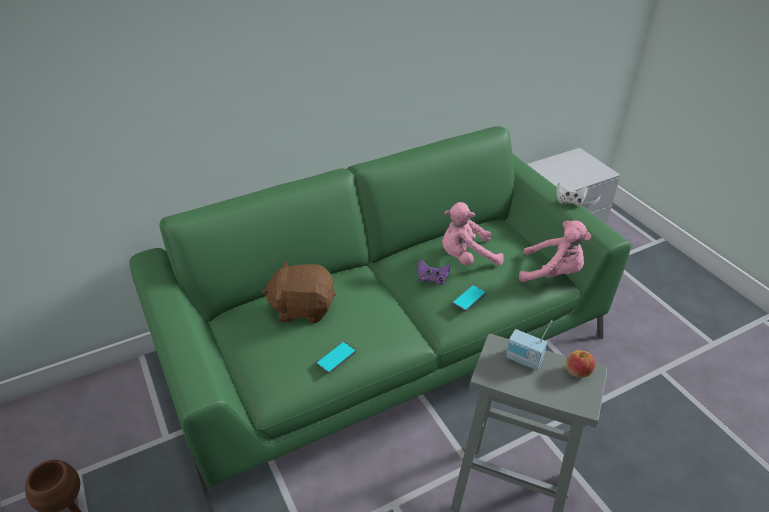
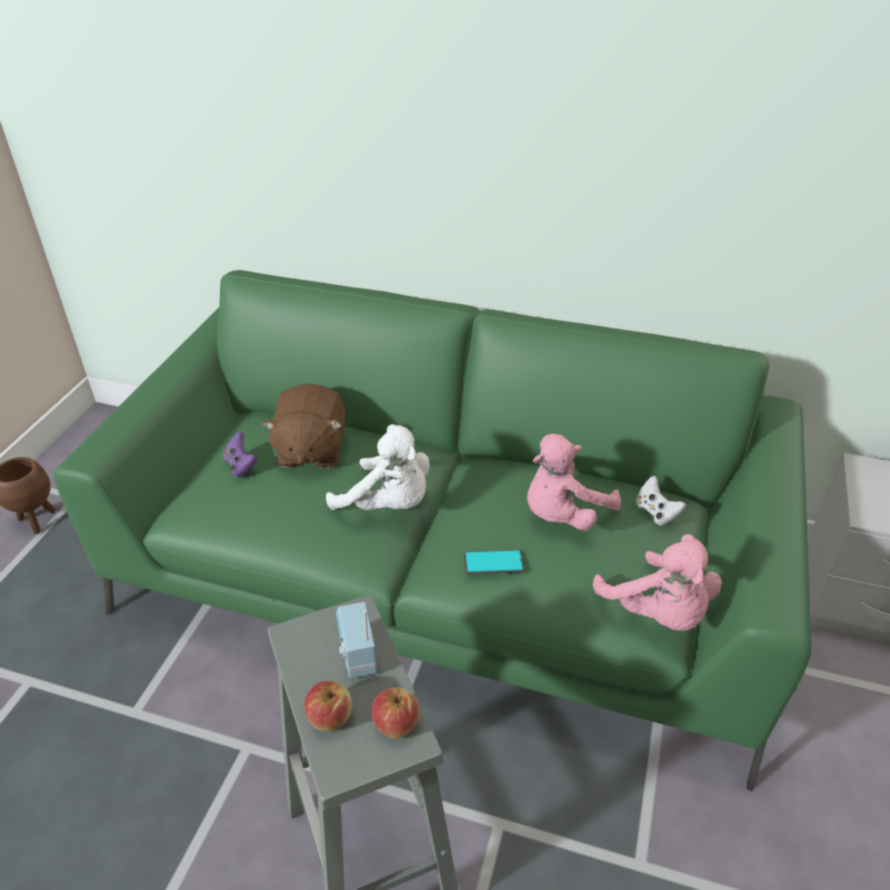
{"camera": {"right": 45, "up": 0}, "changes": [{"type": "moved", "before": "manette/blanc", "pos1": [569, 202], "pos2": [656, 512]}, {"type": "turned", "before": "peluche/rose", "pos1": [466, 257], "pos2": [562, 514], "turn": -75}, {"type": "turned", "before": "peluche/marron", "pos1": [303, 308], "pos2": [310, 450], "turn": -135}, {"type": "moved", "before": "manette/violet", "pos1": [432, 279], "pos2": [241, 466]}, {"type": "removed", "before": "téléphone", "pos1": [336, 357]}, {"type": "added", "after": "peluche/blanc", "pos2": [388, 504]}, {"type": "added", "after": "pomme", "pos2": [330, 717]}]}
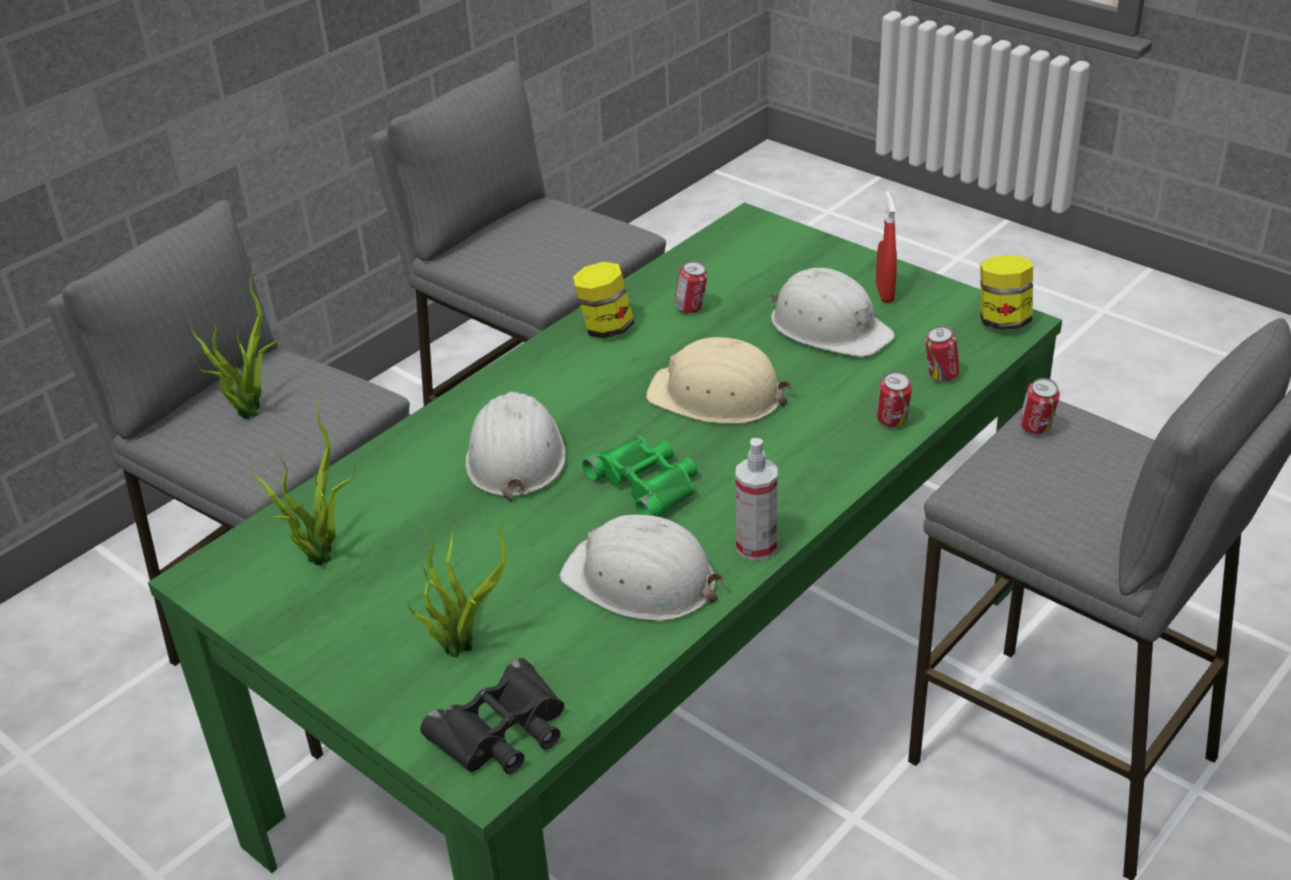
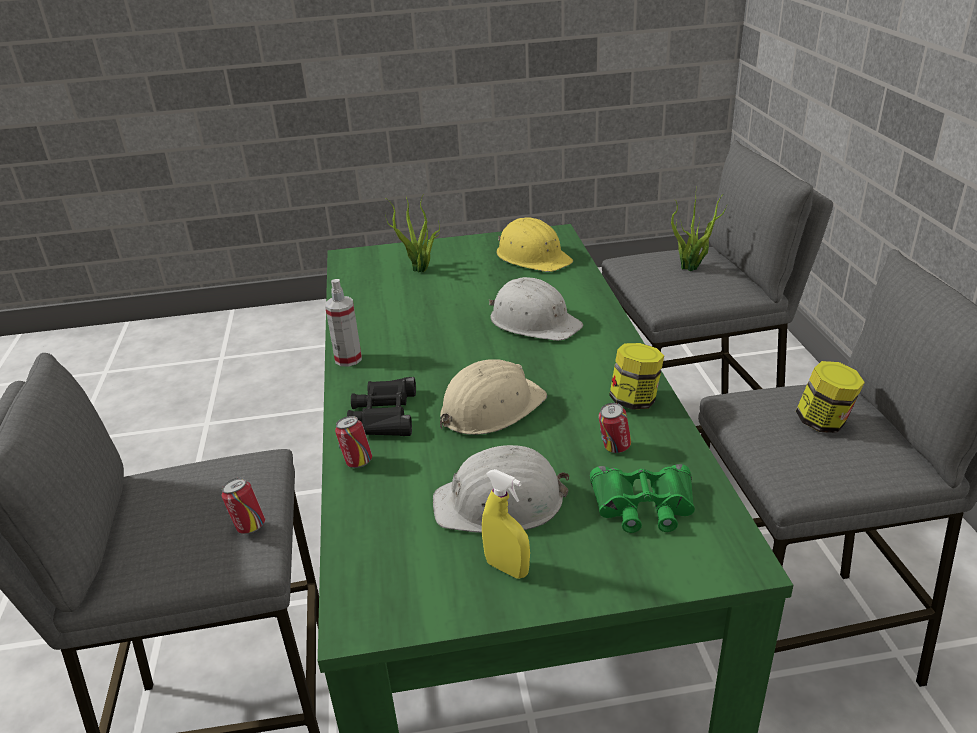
{"camera": {"right": 130, "up": -5}, "changes": [{"type": "recoloured", "before": "vaporisateur/rouge", "after": "vaporisateur/jaune", "pos1": [884, 293], "pos2": [507, 568]}, {"type": "moved", "before": "bocal", "pos1": [1003, 321], "pos2": [823, 422]}, {"type": "removed", "before": "boîte métallique", "pos1": [940, 377]}, {"type": "replaced", "before": "plante en pot", "after": "casque de chantier/jaune", "pos1": [318, 553], "pos2": [533, 257]}, {"type": "moved", "before": "jumelles/vert", "pos1": [647, 484], "pos2": [643, 505]}, {"type": "removed", "before": "casque de chantier/blanc", "pos1": [641, 581]}, {"type": "moved", "before": "jumelles/noir", "pos1": [503, 731], "pos2": [384, 415]}]}
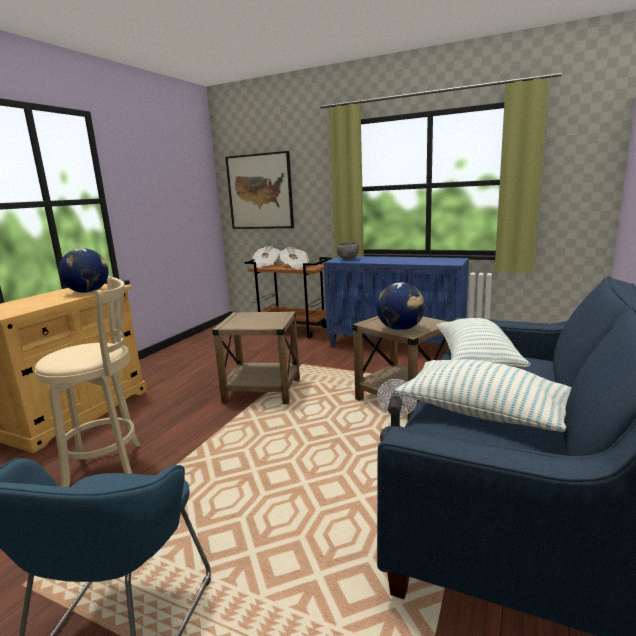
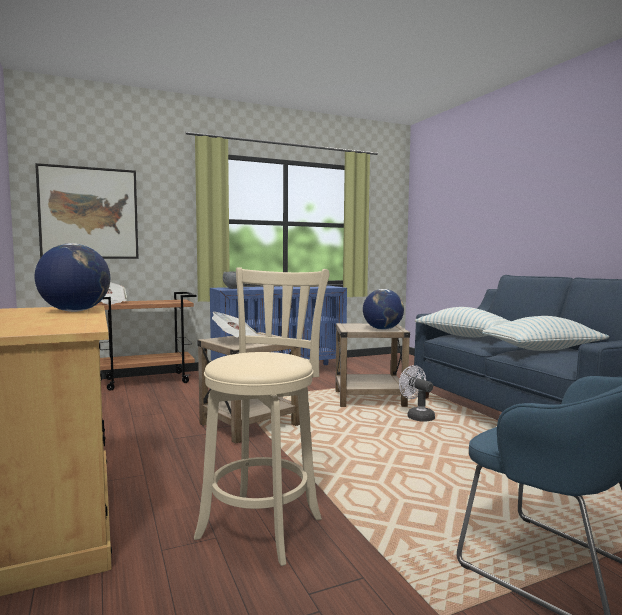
{"camera": {"right": -50, "up": -10}, "changes": [{"type": "moved", "before": "journal", "pos1": [295, 266], "pos2": [237, 341]}]}
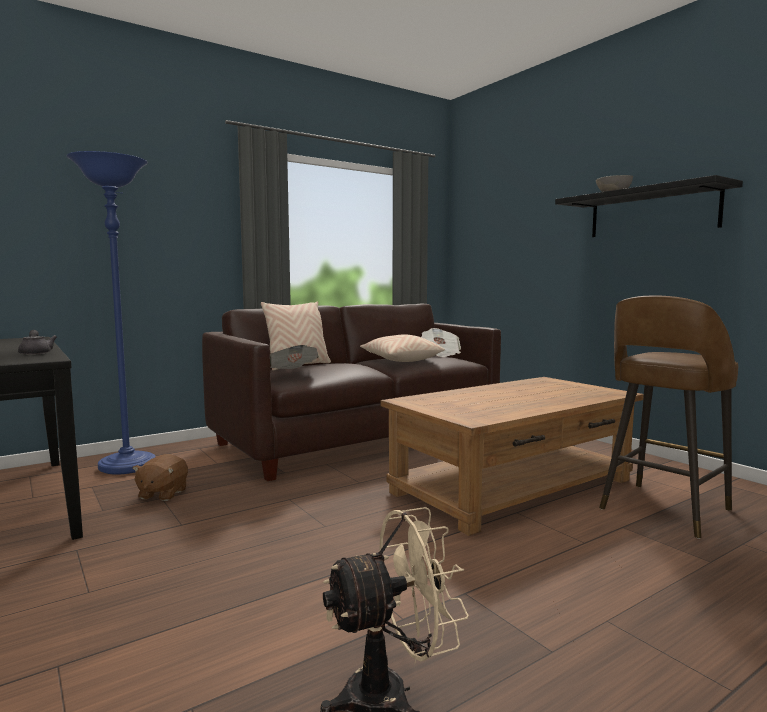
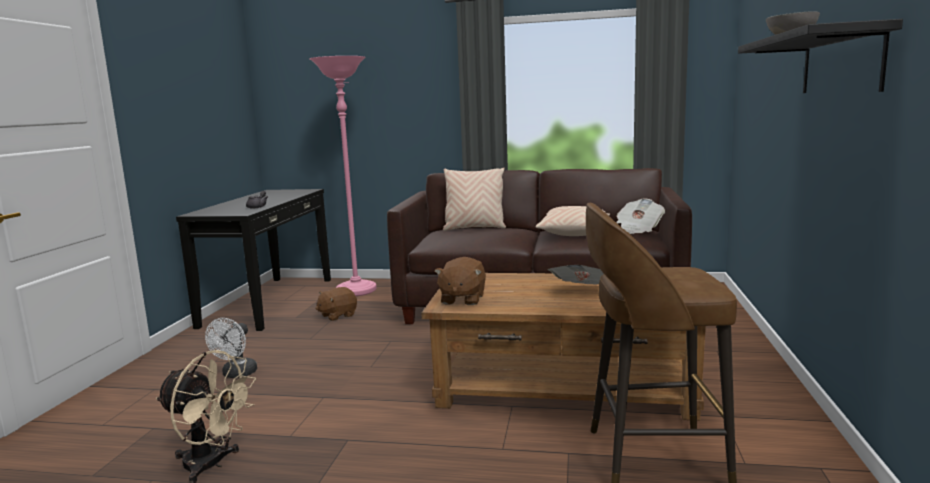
{"camera": {"right": 45, "up": 5}, "changes": [{"type": "recoloured", "before": "lampadaire/bleu", "after": "lampadaire/rose", "pos1": [127, 466], "pos2": [356, 291]}, {"type": "moved", "before": "journal", "pos1": [293, 372], "pos2": [581, 292]}, {"type": "added", "after": "peluche/marron", "pos2": [462, 299]}, {"type": "added", "after": "ventilateur/blanc", "pos2": [236, 374]}]}
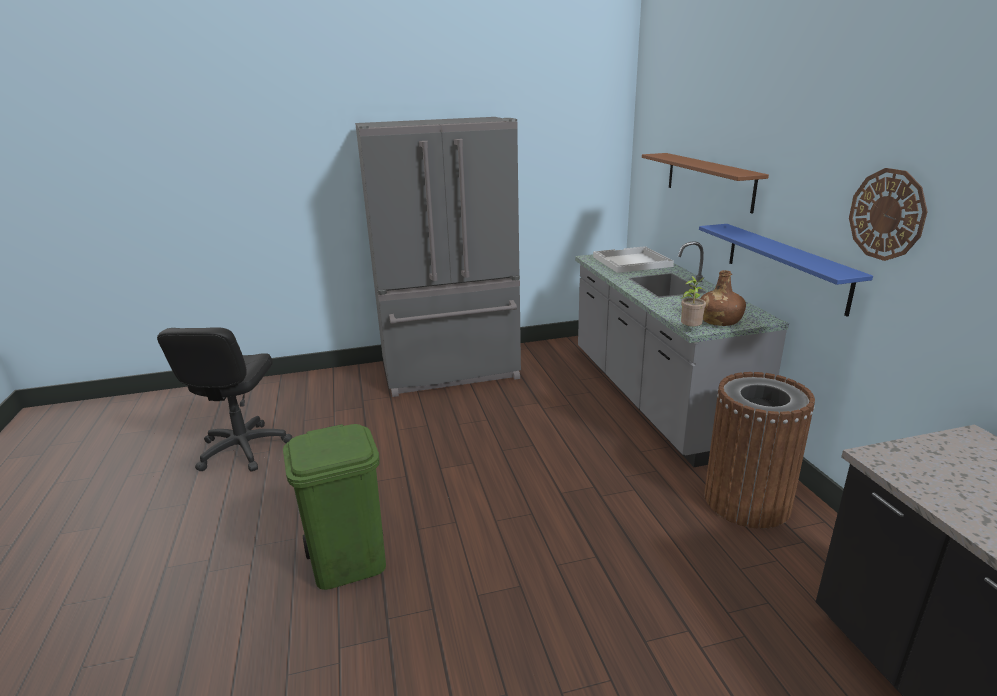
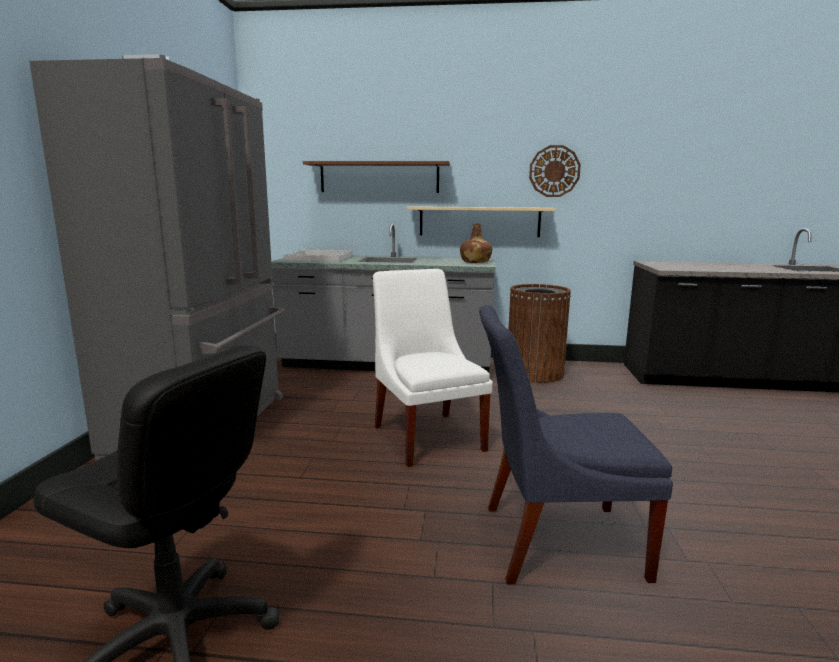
{"camera": {"right": -70, "up": -10}, "changes": [{"type": "recoloured", "before": "étagère/bleu", "after": "étagère/beige", "pos1": [785, 266], "pos2": [479, 221]}, {"type": "removed", "before": "plante en pot", "pos1": [690, 330]}, {"type": "replaced", "before": "poubelle/vert", "after": "chaise/bleu", "pos1": [349, 562], "pos2": [553, 540]}, {"type": "added", "after": "chaise/blanc", "pos2": [427, 435]}]}
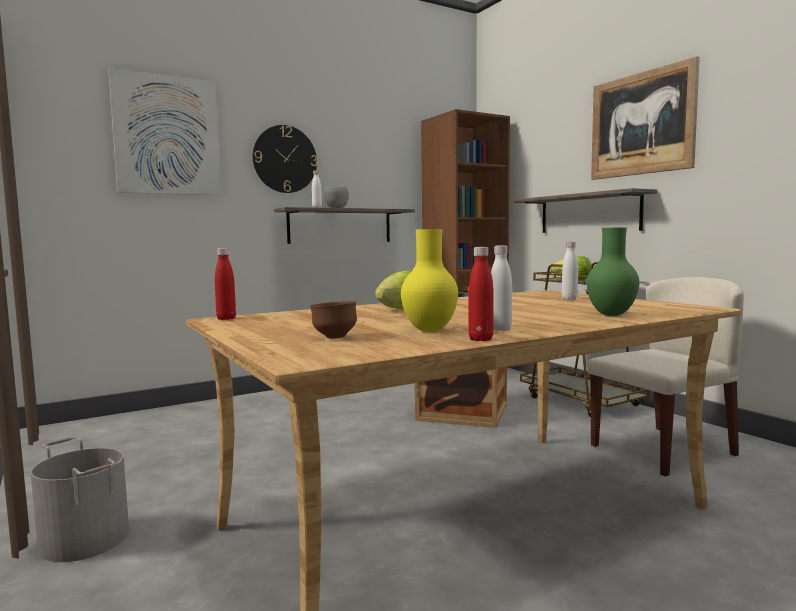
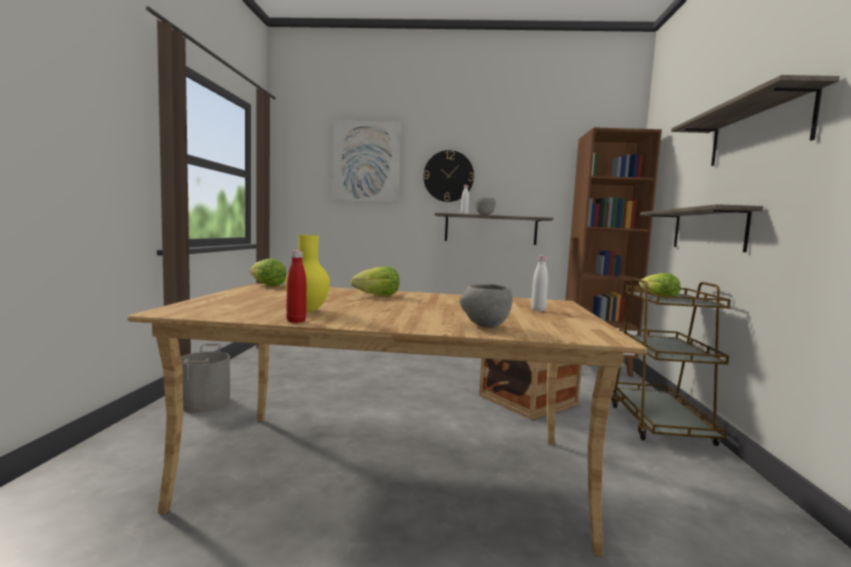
{"camera": {"right": 35, "up": 0}, "changes": [{"type": "replaced", "before": "tableau", "after": "étagère", "pos1": [641, 124], "pos2": [758, 131]}, {"type": "replaced", "before": "vase/vert", "after": "bol/gris", "pos1": [612, 315], "pos2": [484, 326]}, {"type": "removed", "before": "bouteille/blanc", "pos1": [500, 329]}, {"type": "replaced", "before": "bouteille/rouge", "after": "laitue", "pos1": [226, 318], "pos2": [267, 285]}, {"type": "removed", "before": "chaise/beige", "pos1": [662, 449]}, {"type": "removed", "before": "bol/marron", "pos1": [334, 337]}]}
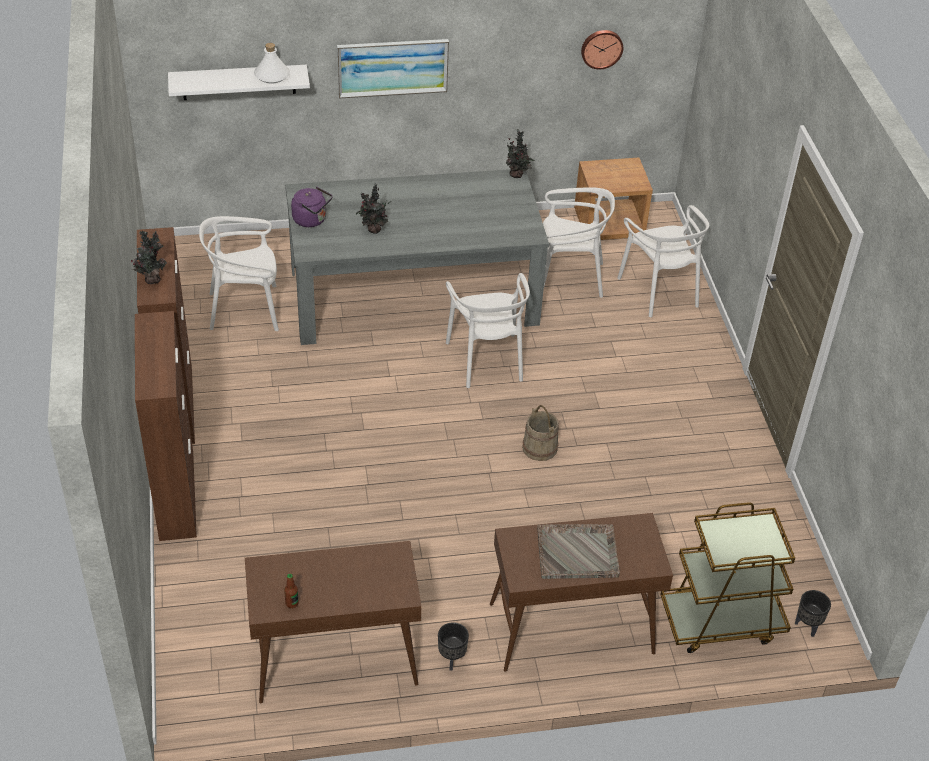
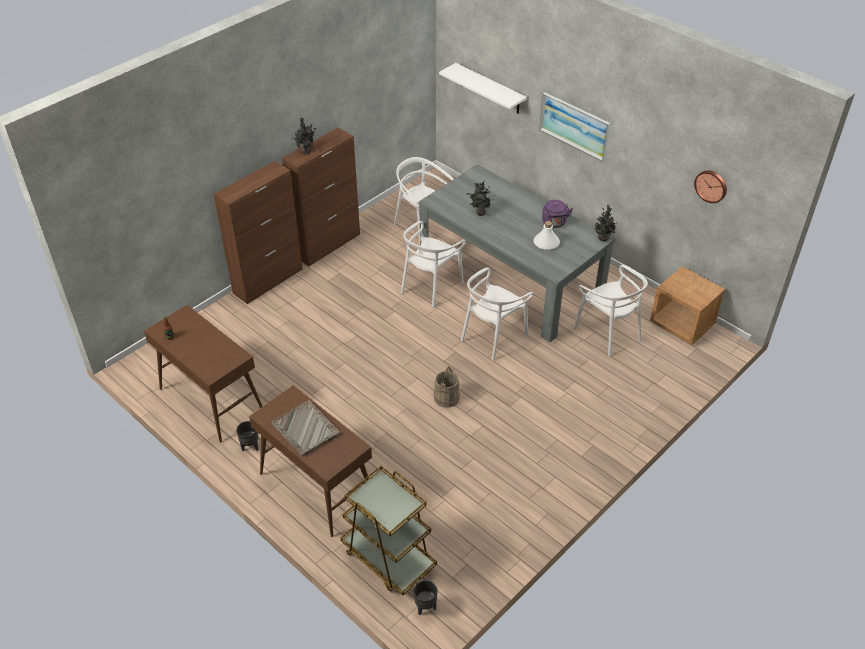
{"camera": {"right": 55, "up": 0}, "changes": [{"type": "moved", "before": "bouteille/blanc", "pos1": [272, 75], "pos2": [546, 243]}, {"type": "moved", "before": "bouilloire/violet", "pos1": [312, 220], "pos2": [554, 223]}, {"type": "moved", "before": "chaise/blanc", "pos1": [659, 291], "pos2": [431, 286]}]}
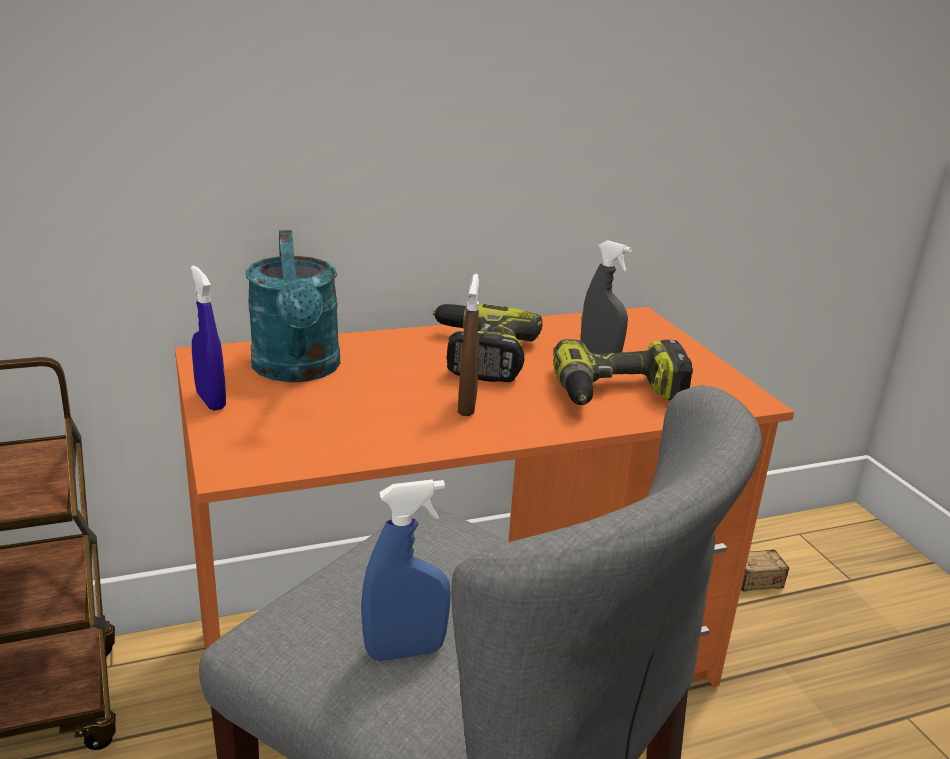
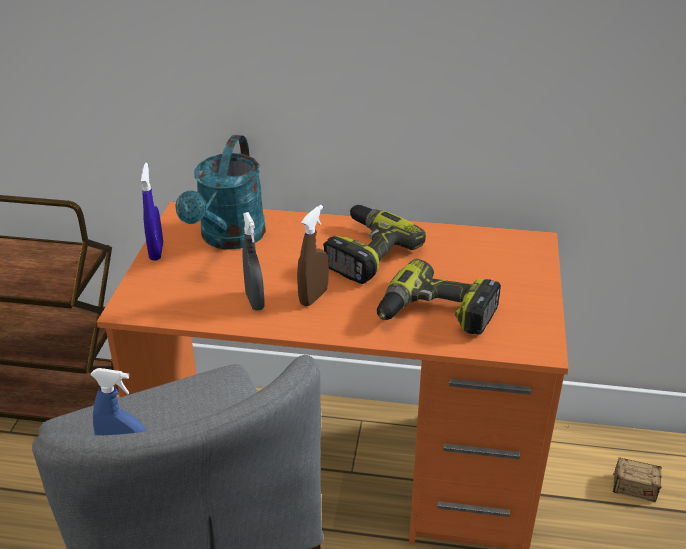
{"camera": {"right": 30, "up": 10}, "changes": [{"type": "moved", "before": "vaporisateur/gris", "pos1": [600, 354], "pos2": [255, 301]}]}
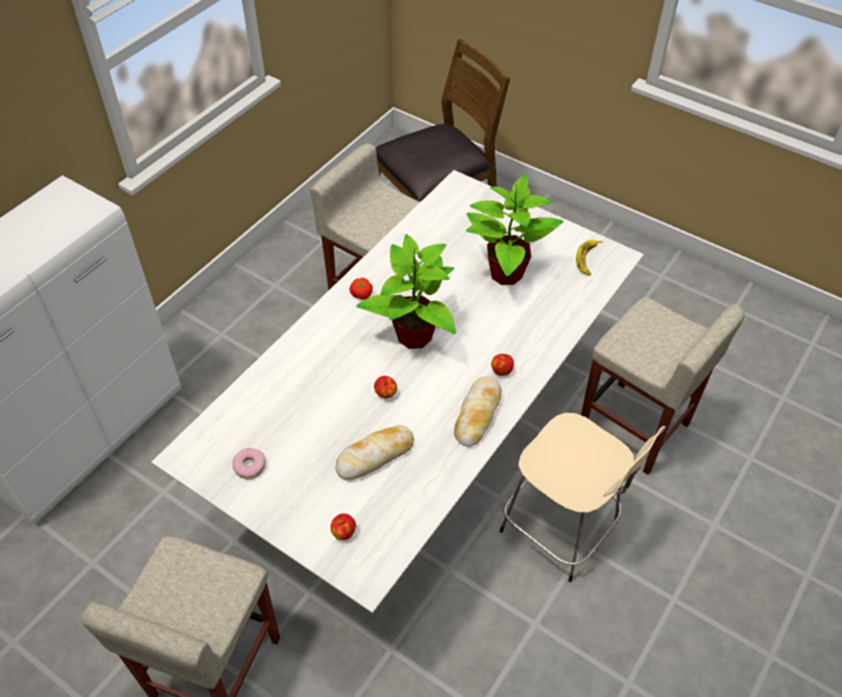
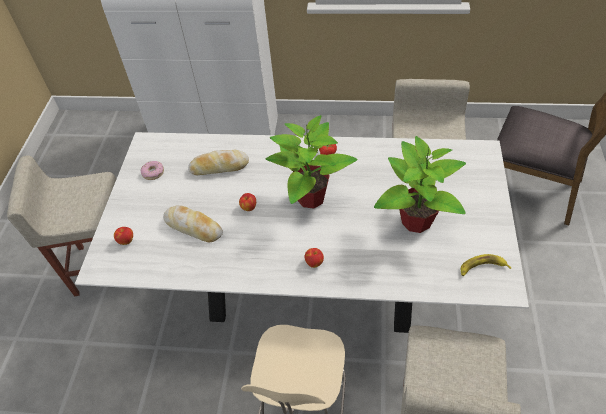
{"camera": {"right": 65, "up": 0}, "changes": [{"type": "moved", "before": "pain", "pos1": [477, 414], "pos2": [219, 167]}]}
